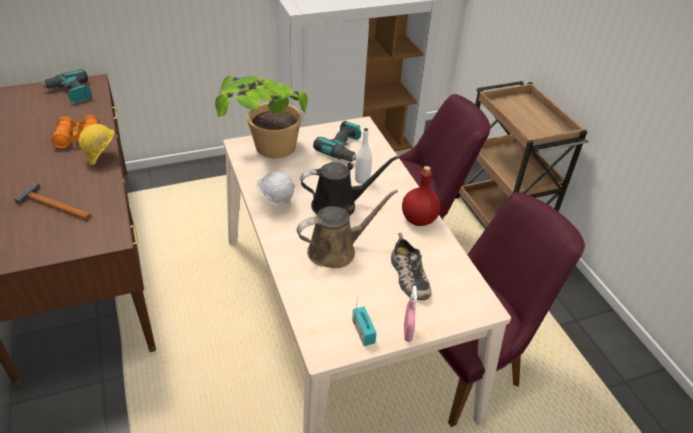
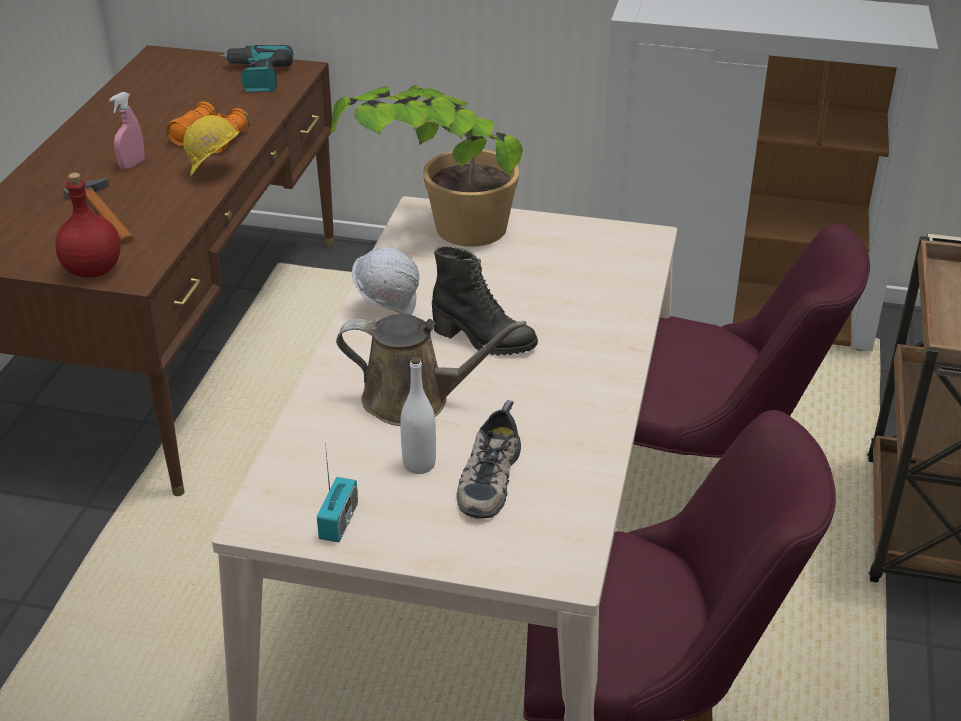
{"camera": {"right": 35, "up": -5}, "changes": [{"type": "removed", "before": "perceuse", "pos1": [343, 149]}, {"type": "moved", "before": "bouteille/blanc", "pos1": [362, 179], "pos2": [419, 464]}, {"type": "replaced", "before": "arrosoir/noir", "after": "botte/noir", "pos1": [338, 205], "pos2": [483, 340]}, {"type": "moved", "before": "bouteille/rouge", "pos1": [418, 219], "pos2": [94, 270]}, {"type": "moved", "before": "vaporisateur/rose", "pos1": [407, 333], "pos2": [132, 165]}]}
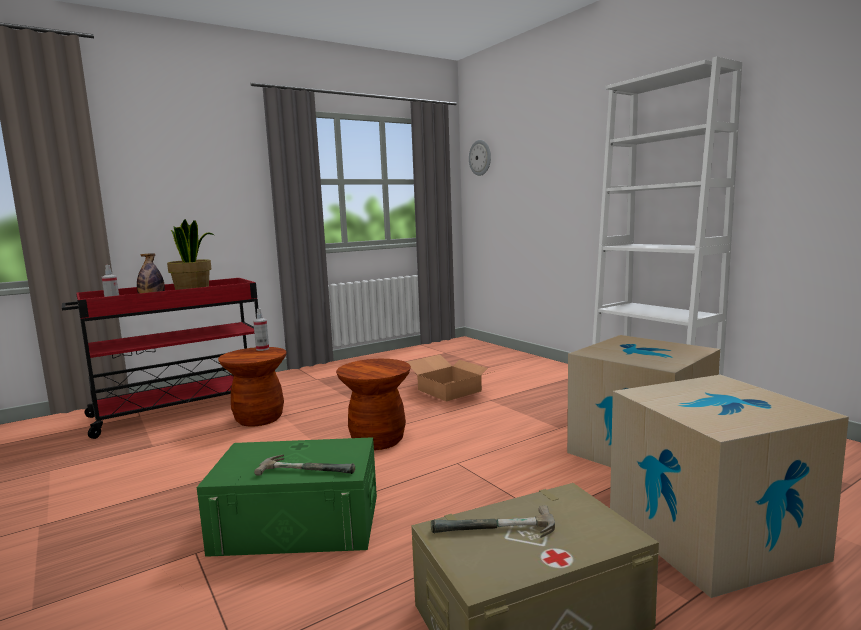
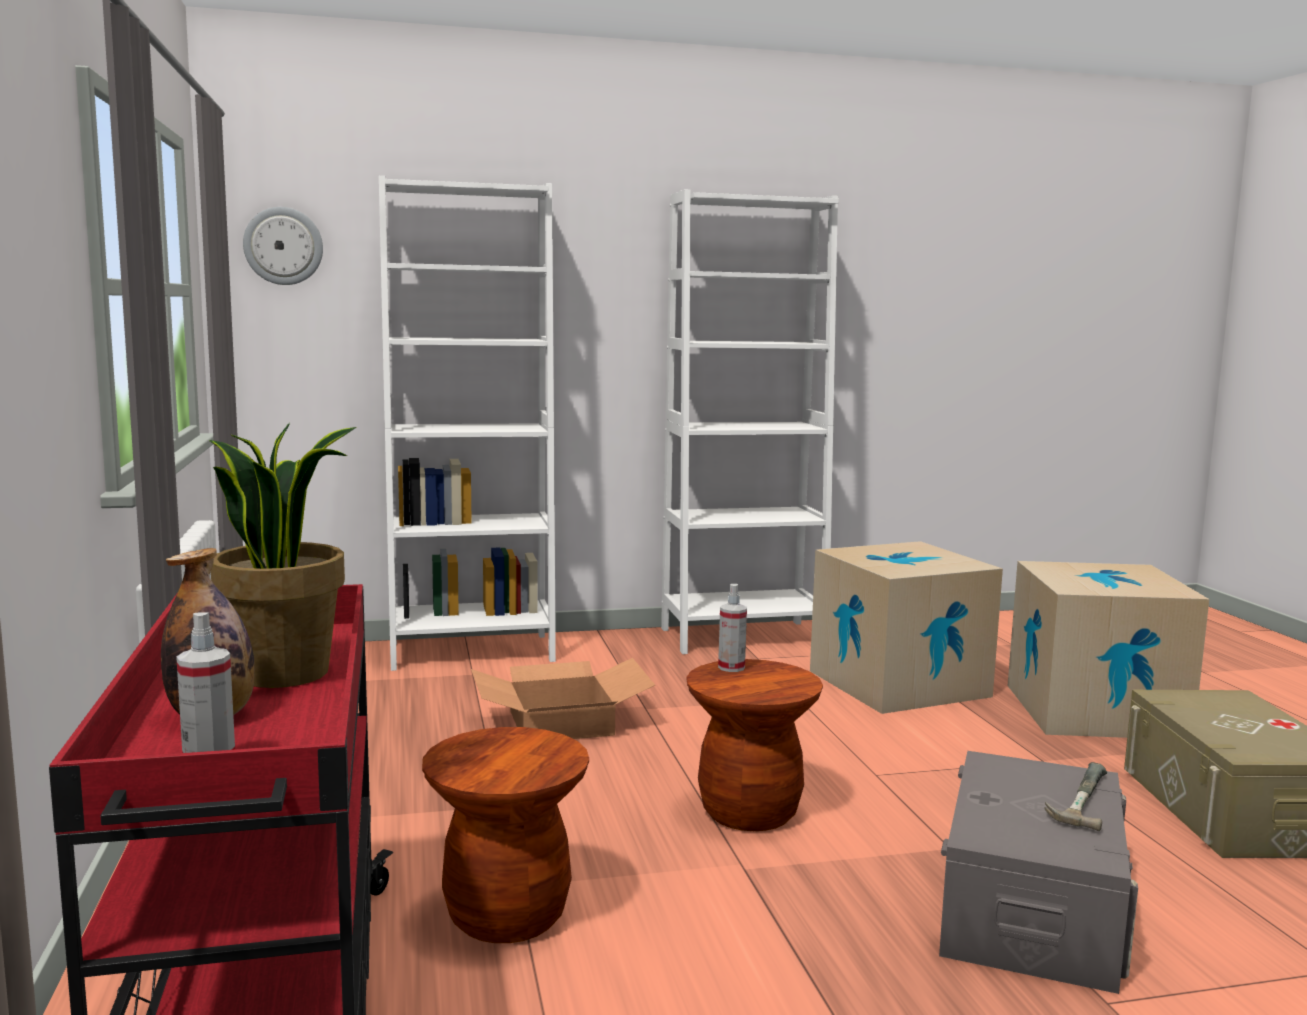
{"camera": {"right": -70, "up": 0}, "changes": [{"type": "moved", "before": "vaporisateur", "pos1": [262, 349], "pos2": [731, 667]}, {"type": "recoloured", "before": "boîte de rangement/vert", "after": "boîte de rangement/gris", "pos1": [298, 523], "pos2": [1030, 908]}, {"type": "removed", "before": "marteau", "pos1": [495, 531]}, {"type": "added", "after": "bibliothèque/blanc", "pos2": [471, 651]}]}
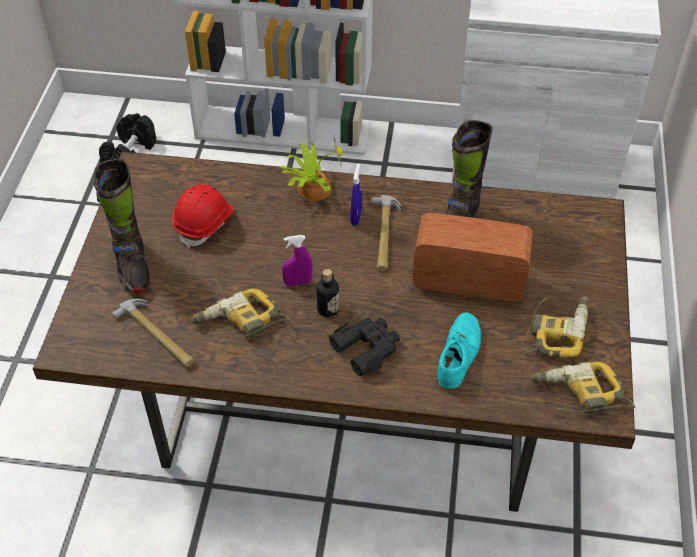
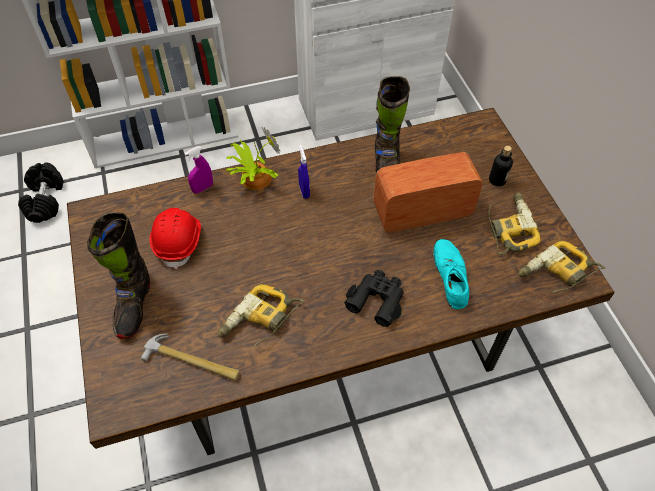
{"camera": {"right": -25, "up": 5}, "changes": [{"type": "turned", "before": "botte/noir", "pos1": [132, 265], "pos2": [133, 305], "turn": 45}, {"type": "removed", "before": "marteau", "pos1": [383, 235]}, {"type": "moved", "before": "vaporisateur/violet", "pos1": [298, 282], "pos2": [203, 188]}, {"type": "moved", "before": "bouteille", "pos1": [328, 309], "pos2": [497, 180]}]}
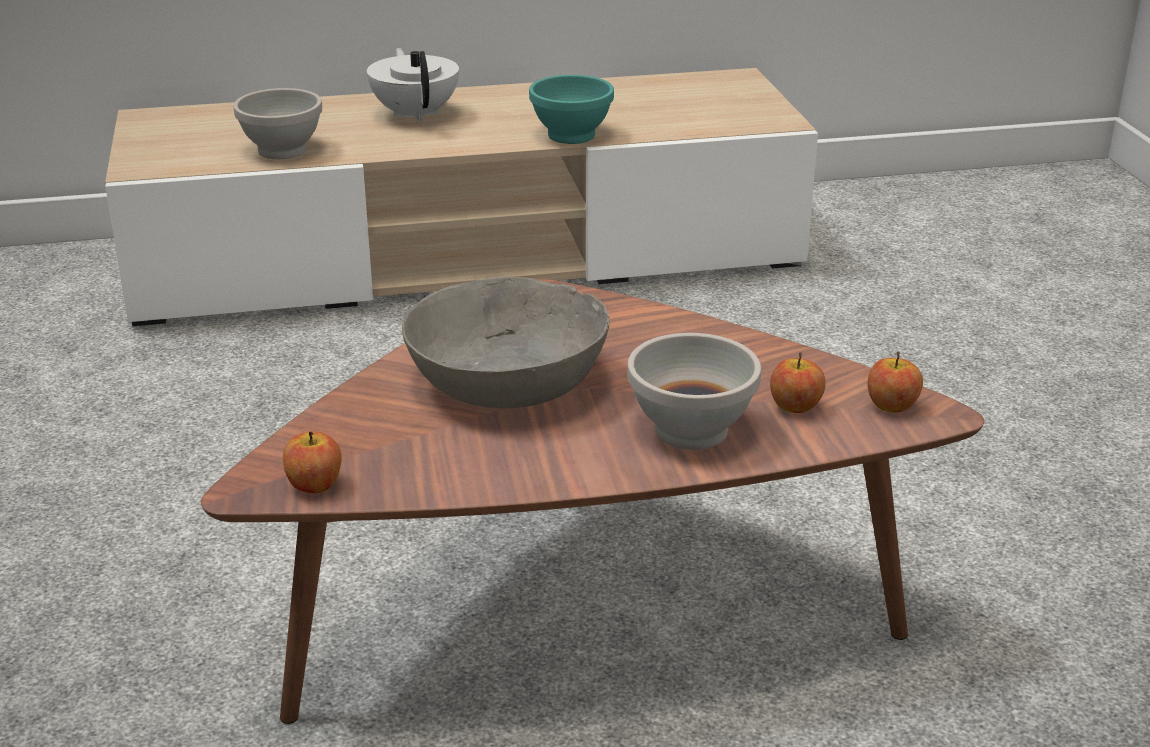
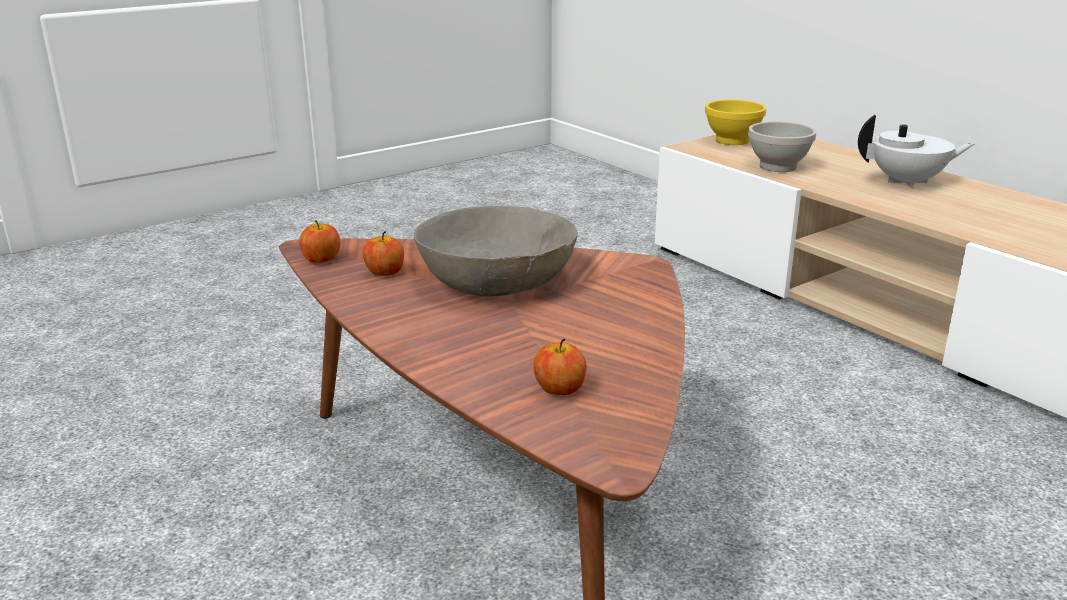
{"camera": {"right": 65, "up": -5}, "changes": [{"type": "turned", "before": "théière/blanc", "pos1": [416, 114], "pos2": [908, 182], "turn": 45}, {"type": "removed", "before": "bol/turquoise", "pos1": [571, 135]}, {"type": "removed", "before": "bol/blanc", "pos1": [688, 430]}, {"type": "moved", "before": "pomme", "pos1": [892, 406], "pos2": [384, 273]}, {"type": "added", "after": "bol/jaune", "pos2": [731, 141]}]}
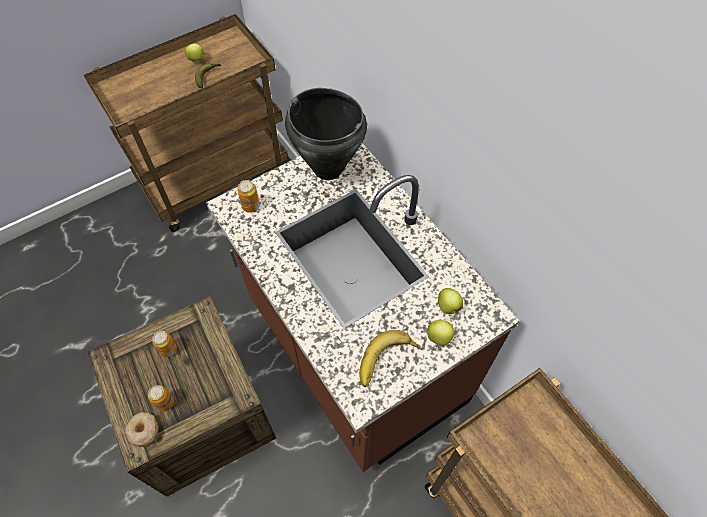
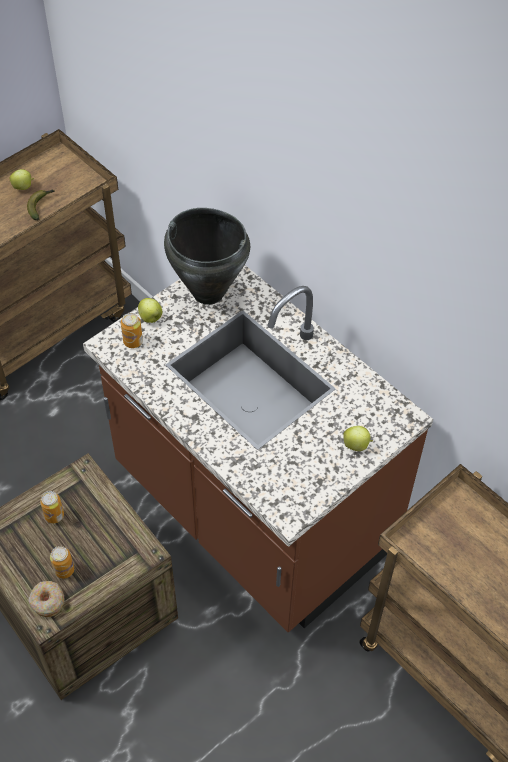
{"camera": {"right": -10, "up": -5}, "changes": [{"type": "moved", "before": "pomme", "pos1": [449, 307], "pos2": [151, 318]}, {"type": "removed", "before": "banane", "pos1": [388, 362]}]}
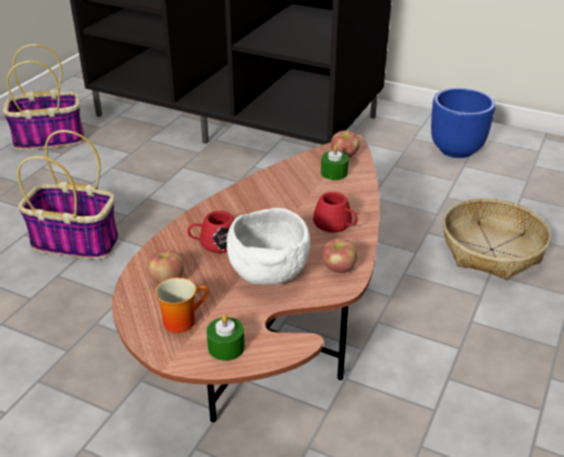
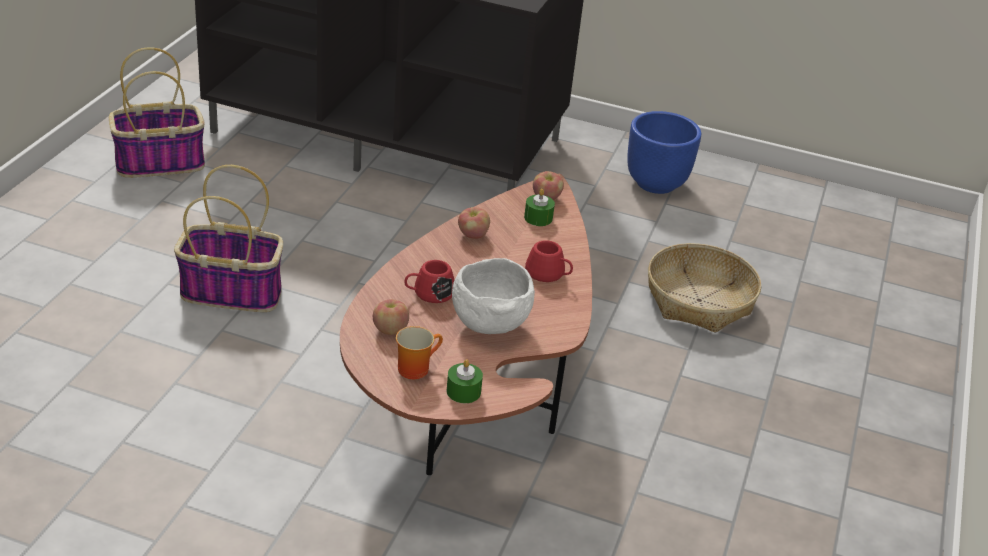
{"camera": {"right": -10, "up": 0}, "changes": [{"type": "moved", "before": "pomme", "pos1": [339, 268], "pos2": [473, 235]}]}
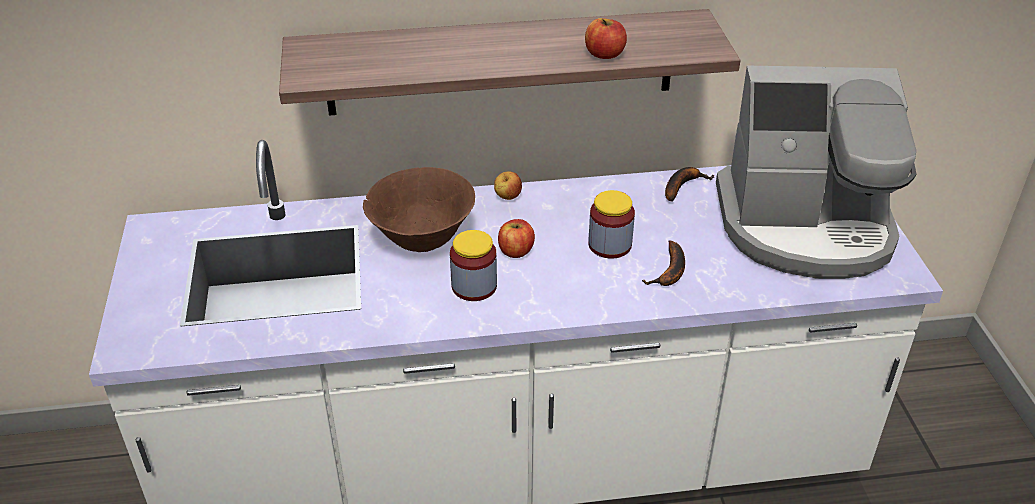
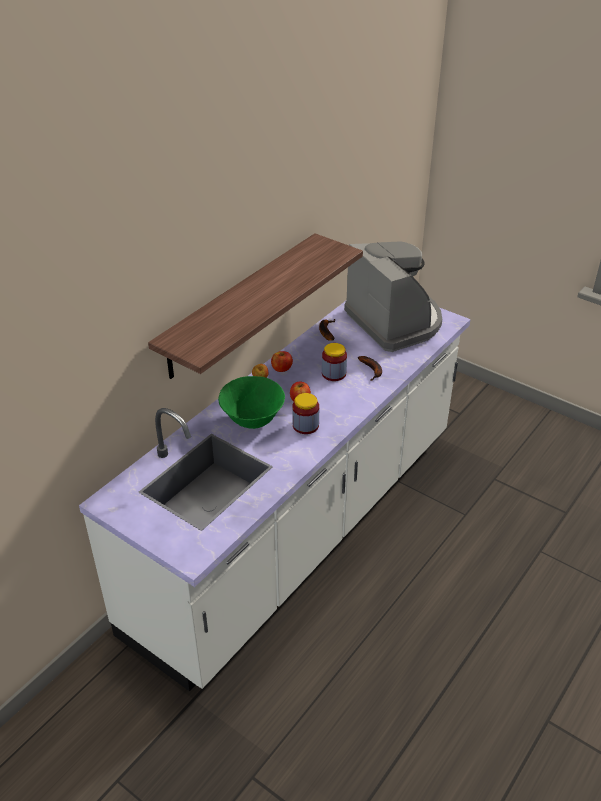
{"camera": {"right": -45, "up": 0}, "changes": [{"type": "moved", "before": "pomme", "pos1": [604, 54], "pos2": [281, 368]}, {"type": "turned", "before": "machine à café", "pos1": [806, 227], "pos2": [395, 321], "turn": -75}, {"type": "recoloured", "before": "bol/marron", "after": "bol/vert", "pos1": [422, 241], "pos2": [252, 421]}]}
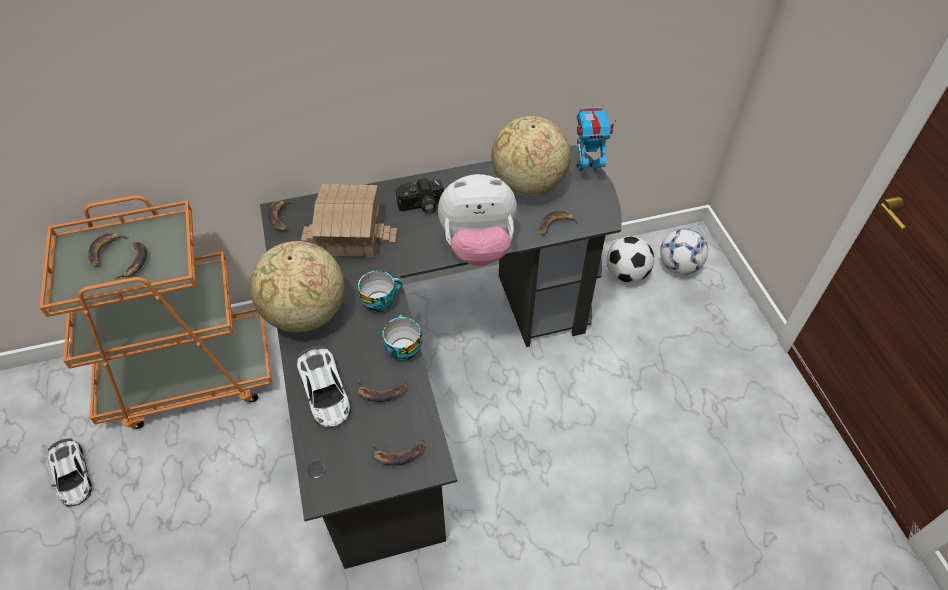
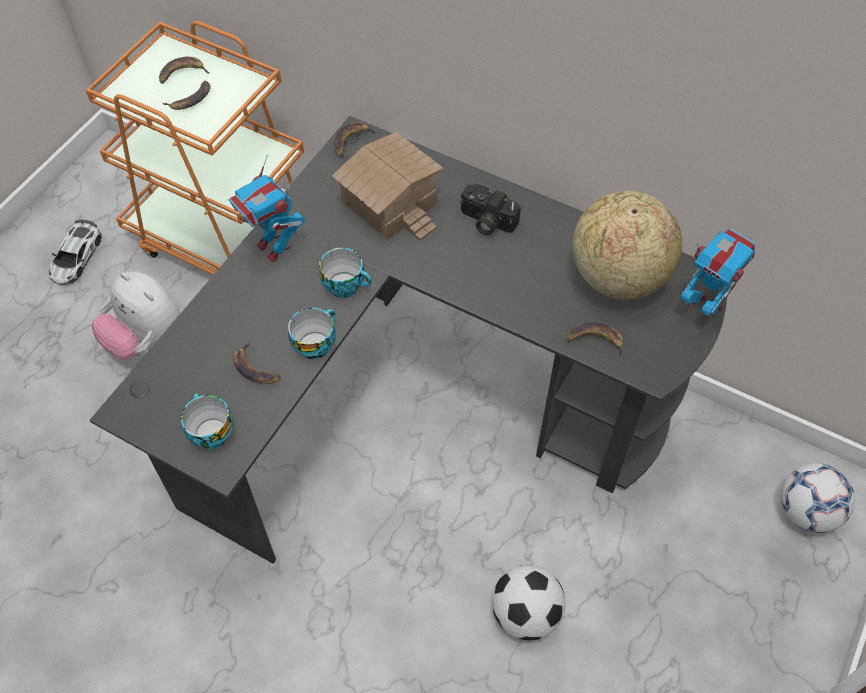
{"camera": {"right": 45, "up": 5}, "changes": [{"type": "moved", "before": "peluche", "pos1": [478, 247], "pos2": [146, 339]}, {"type": "moved", "before": "ballon de foot", "pos1": [626, 274], "pos2": [525, 613]}, {"type": "replaced", "before": "globe", "after": "robot jouet", "pos1": [305, 314], "pos2": [274, 247]}, {"type": "removed", "before": "petite voiture", "pos1": [325, 391]}, {"type": "replaced", "before": "banane", "after": "tasse", "pos1": [399, 453], "pos2": [210, 432]}]}
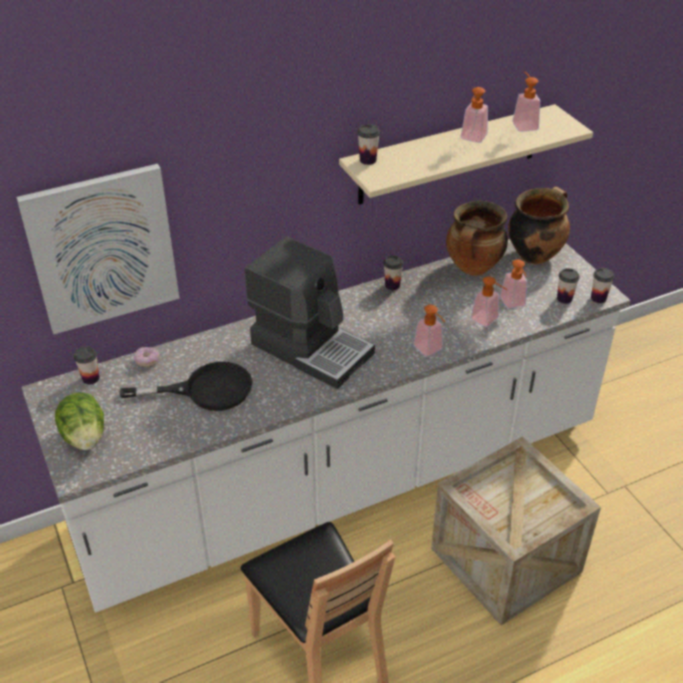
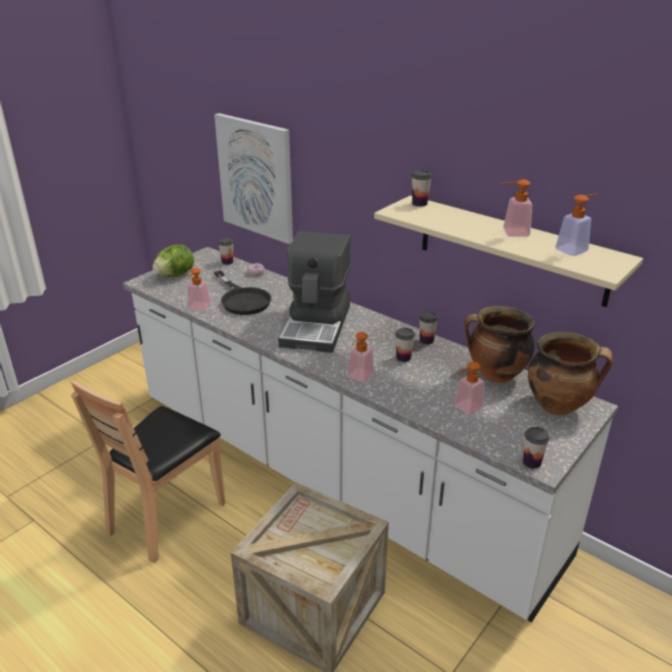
{"camera": {"right": 65, "up": -10}, "changes": [{"type": "moved", "before": "tasse", "pos1": [564, 299], "pos2": [403, 357]}, {"type": "moved", "before": "distributeur de savon", "pos1": [488, 321], "pos2": [198, 309]}]}
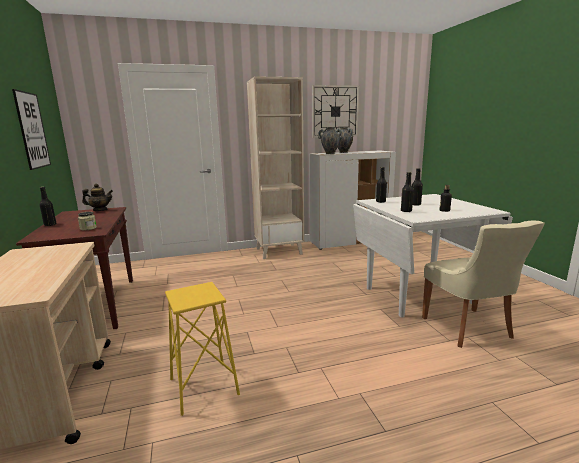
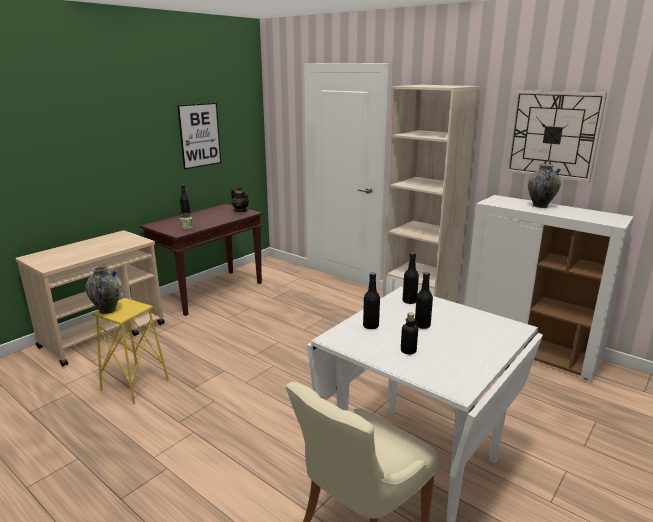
{"camera": {"right": 55, "up": 5}, "changes": [{"type": "moved", "before": "vase", "pos1": [330, 154], "pos2": [108, 310]}]}
